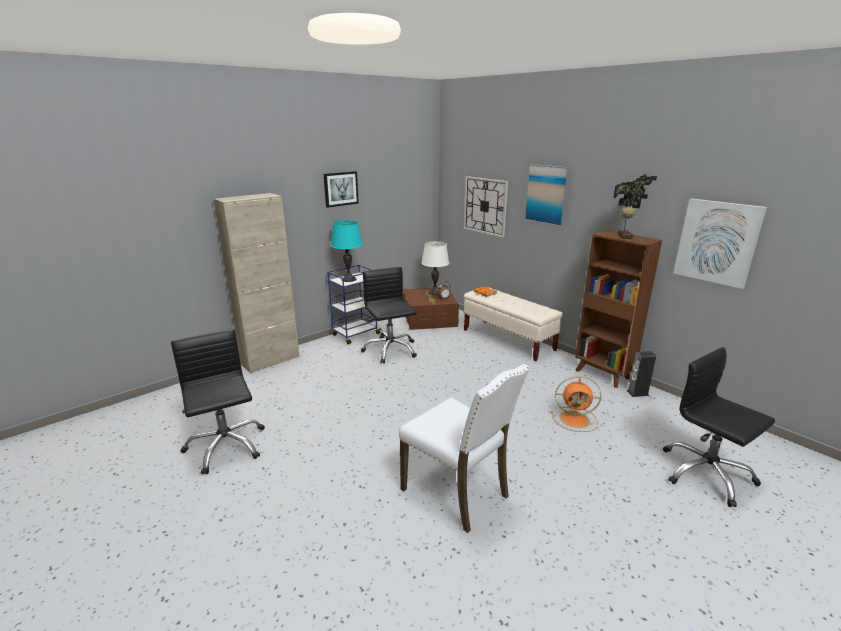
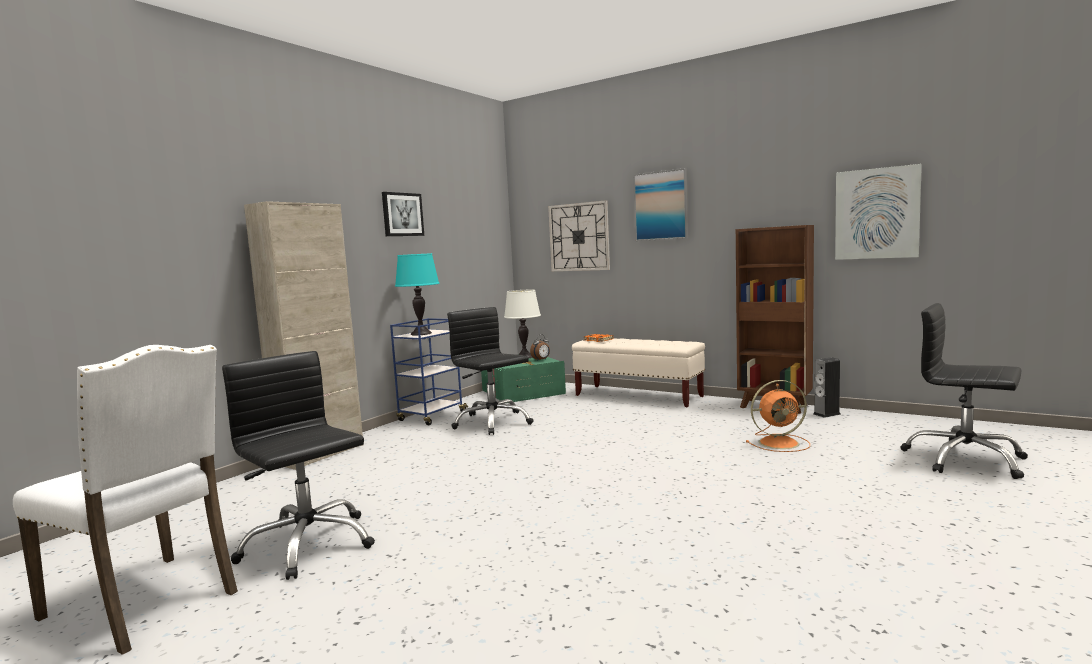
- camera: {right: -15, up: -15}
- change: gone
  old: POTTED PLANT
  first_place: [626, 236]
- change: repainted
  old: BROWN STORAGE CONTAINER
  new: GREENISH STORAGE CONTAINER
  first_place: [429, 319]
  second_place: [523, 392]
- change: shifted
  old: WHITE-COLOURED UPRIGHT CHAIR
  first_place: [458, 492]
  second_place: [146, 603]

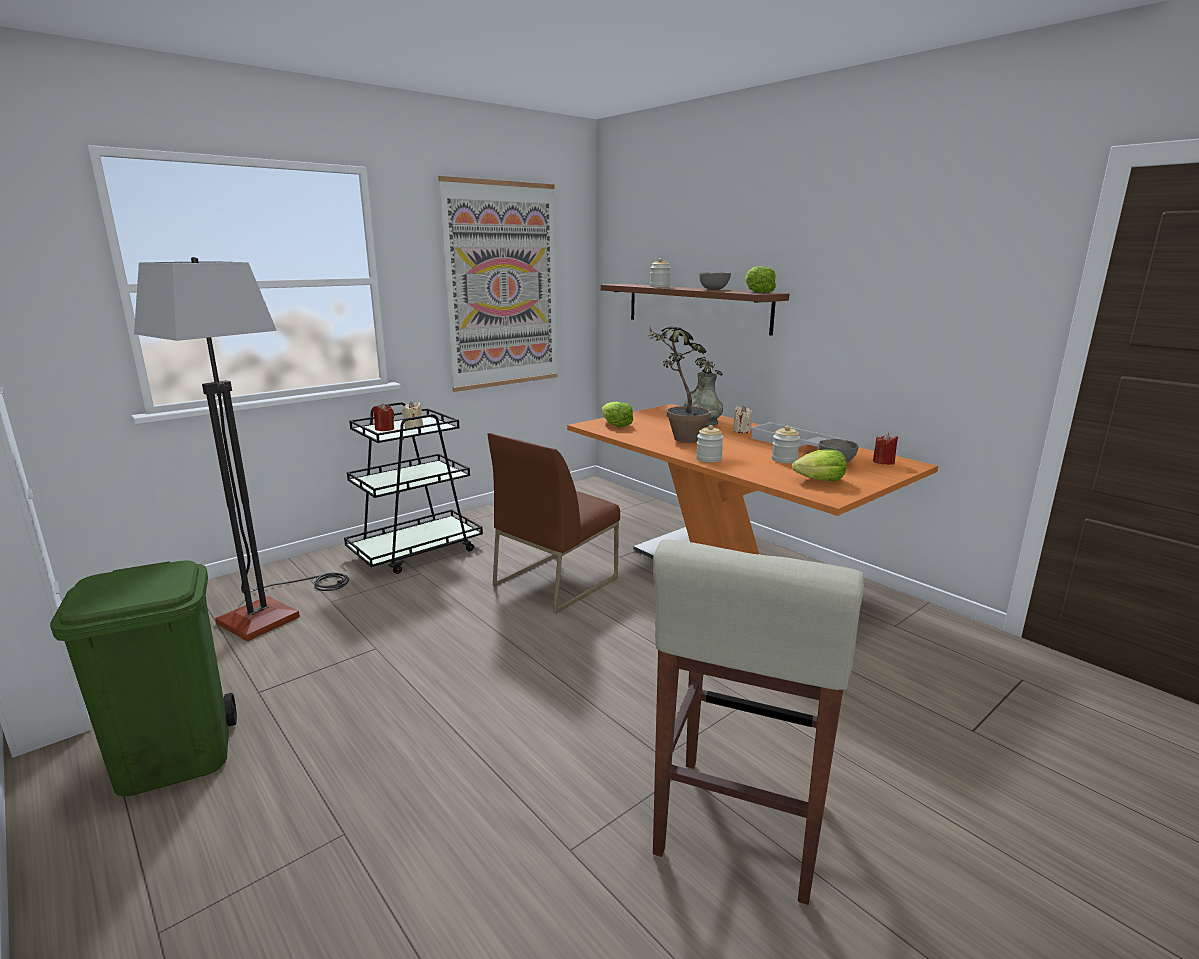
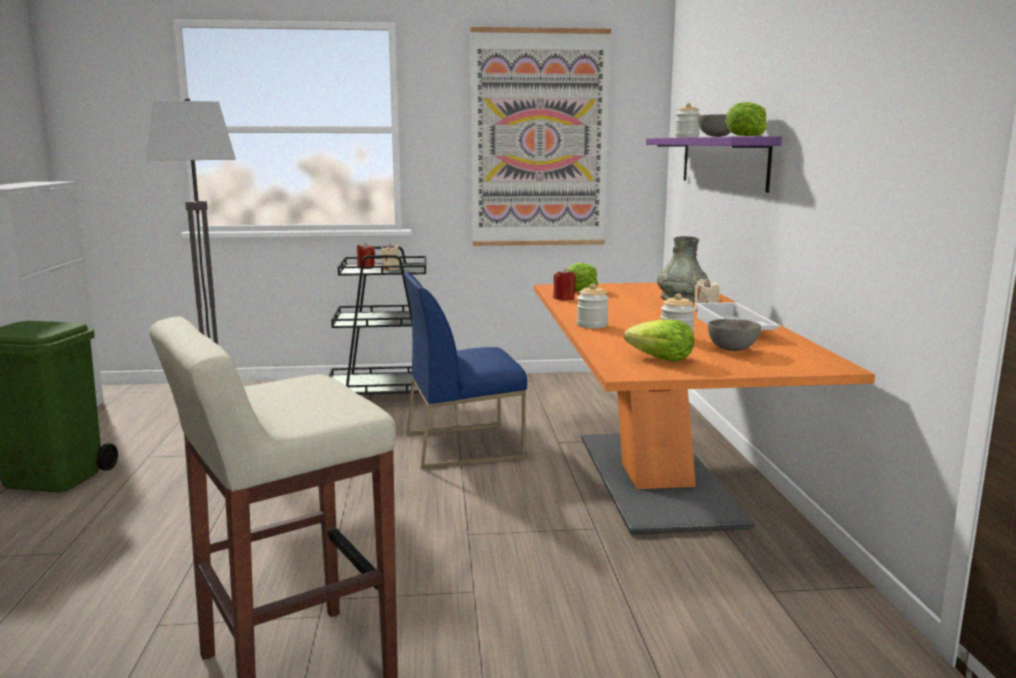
- camera: {right: 35, up: -5}
- change: repainted
  old: BROWN SHELF
  new: PURPLE-COLOURED SHELF
  first_place: [696, 307]
  second_place: [722, 161]
- change: gone
  old: POTTED PLANT
  first_place: [679, 437]
- change: repainted
  old: BROWN UPRIGHT CHAIR
  new: BLUE-COLOURED UPRIGHT CHAIR
  first_place: [556, 581]
  second_place: [464, 445]
- change: shifted
  old: RED-COLOURED WAX LIGHT
  first_place: [883, 462]
  second_place: [564, 299]

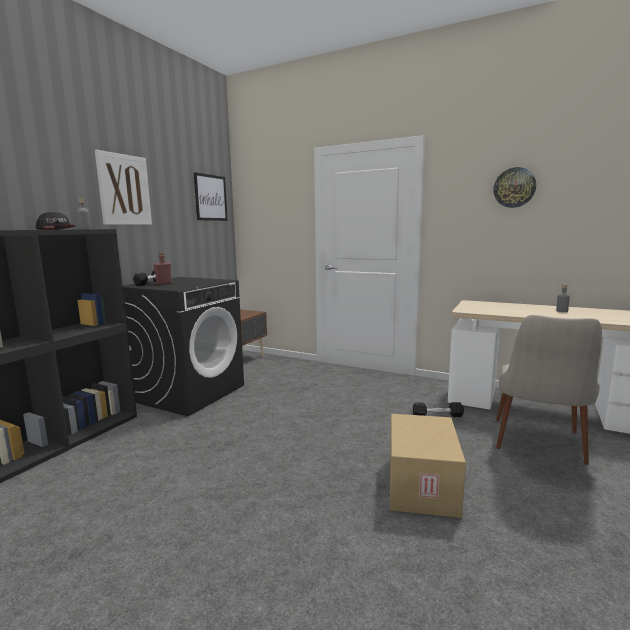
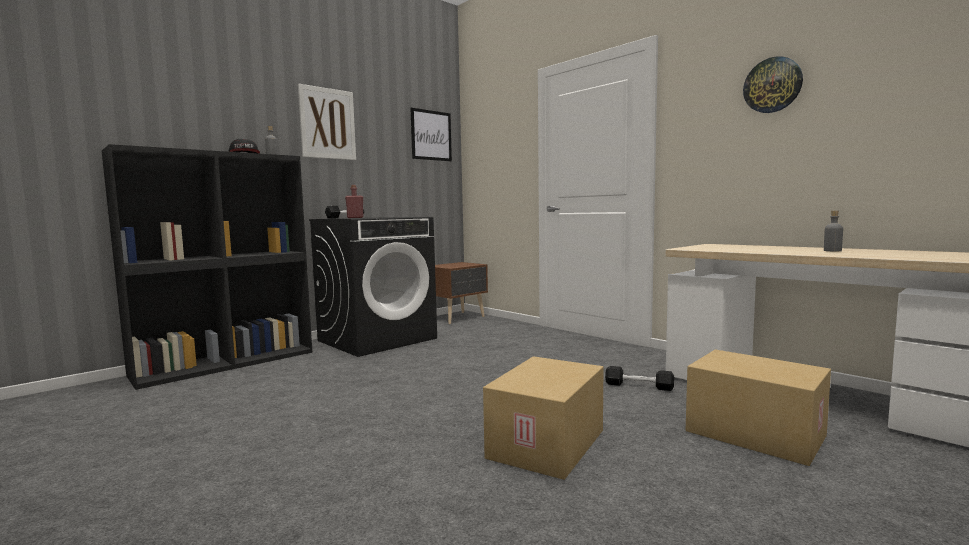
- camera: {right: 20, up: -5}
- change: swapped
  old: BEIGE UPRIGHT CHAIR
  new: PACKING BOX
  first_place: [539, 448]
  second_place: [753, 434]

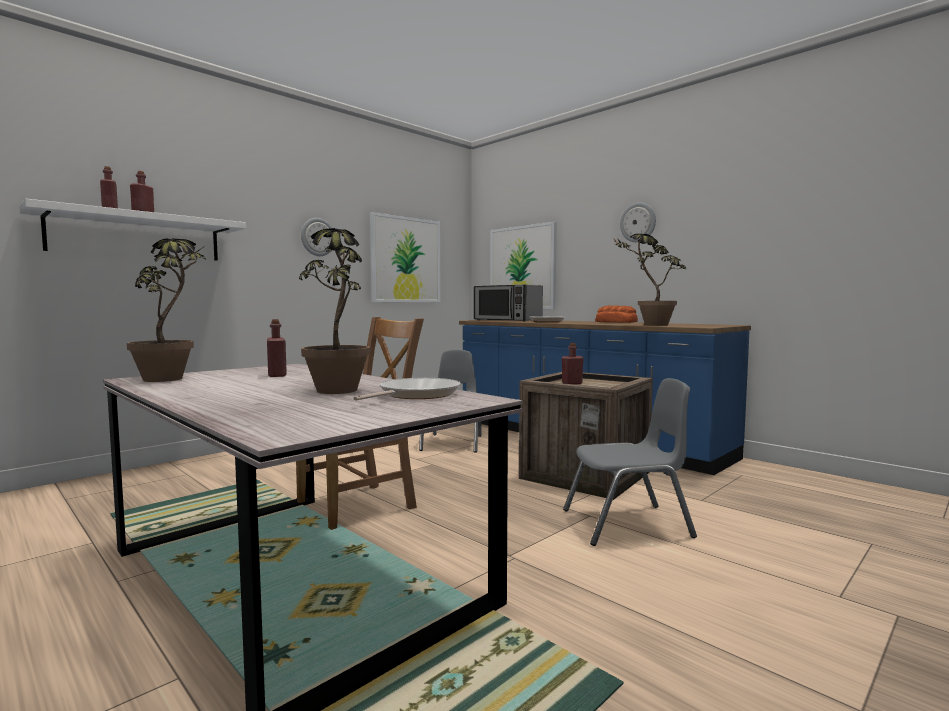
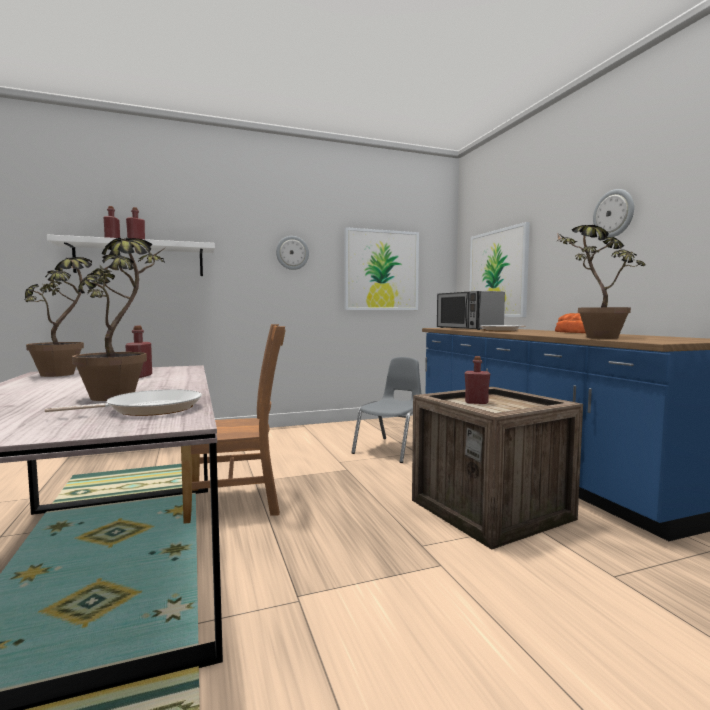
- camera: {right: 25, up: 0}
- change: gone
  old: GRAY UPRIGHT CHAIR
  first_place: [627, 524]

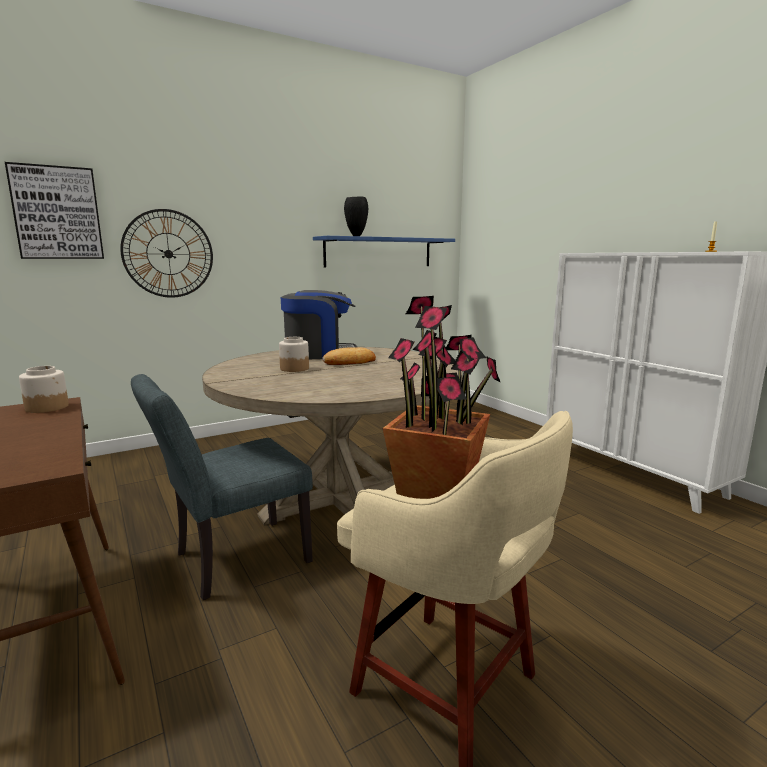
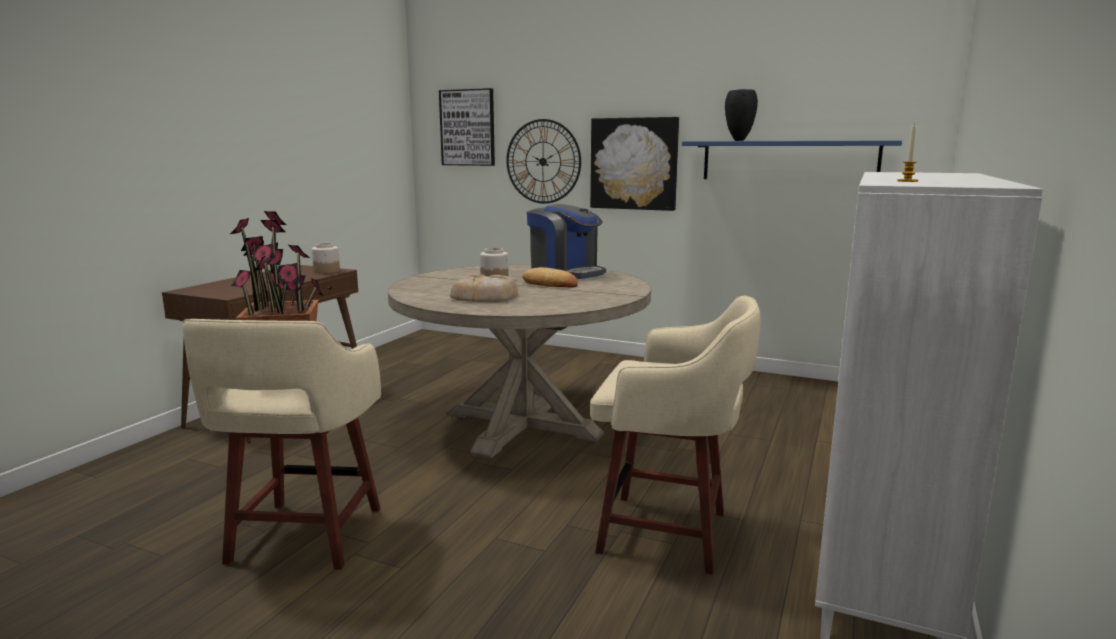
- camera: {right: 55, up: 0}
- change: gone
  old: GRAY UPRIGHT CHAIR
  first_place: [232, 560]
- change: new
  new: WALL PICTURE
  second_place: [634, 164]
- change: new
  new: BAKERY BREAD
  second_place: [486, 296]
- change: new
  new: BEIGE SITTING STOOL
  second_place: [669, 533]

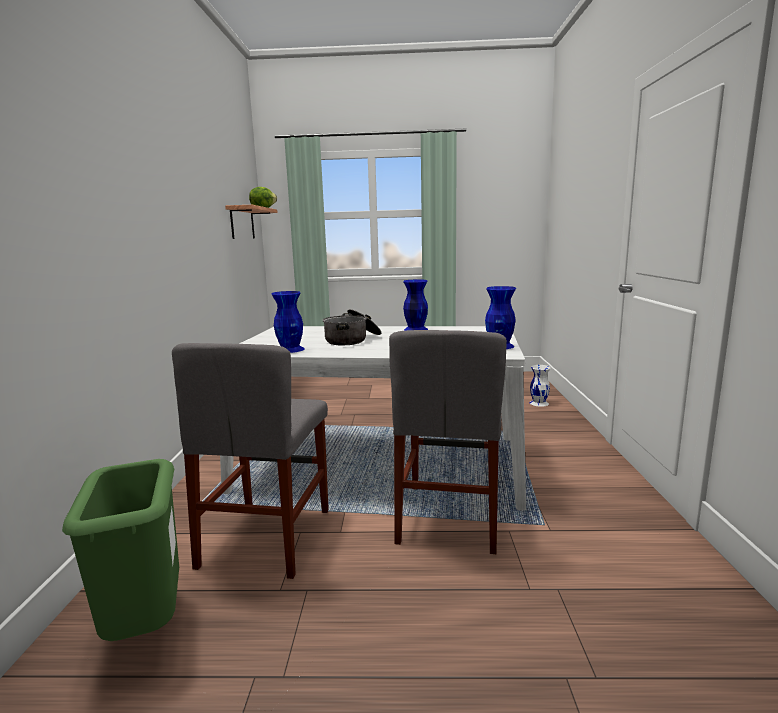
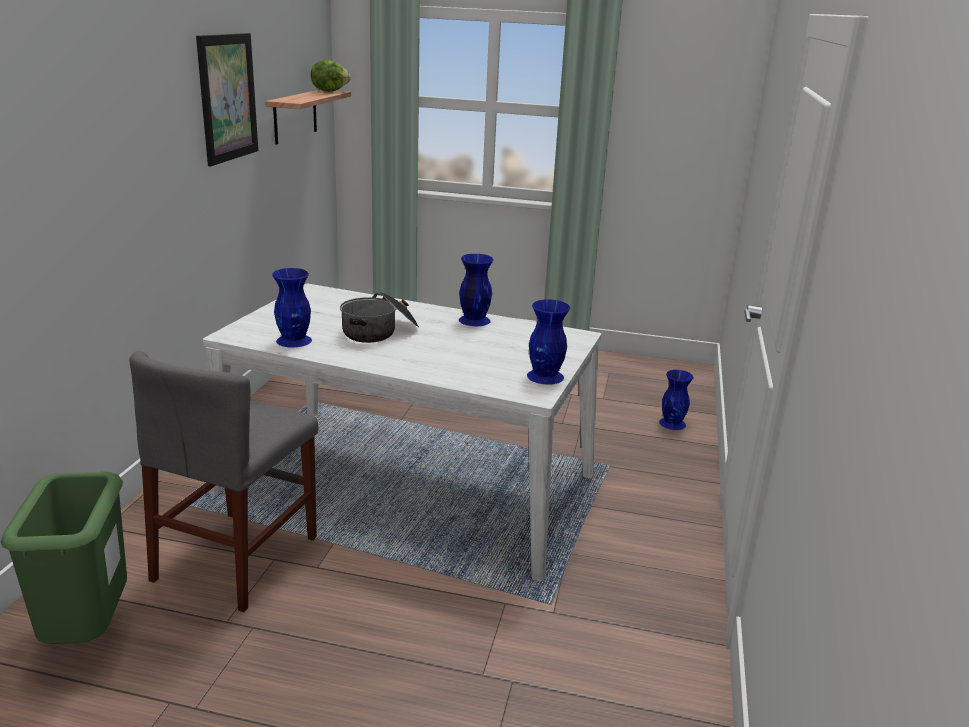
- camera: {right: 10, up: 10}
- change: gone
  old: GRAY UPRIGHT CHAIR
  first_place: [449, 516]
- change: repainted
  old: WHITE-COLOURED FLOWER VASE
  new: BLUE-COLOURED FLOWER VASE
  first_place: [539, 403]
  second_place: [672, 423]
- change: new
  new: WALL PICTURE
  second_place: [228, 97]

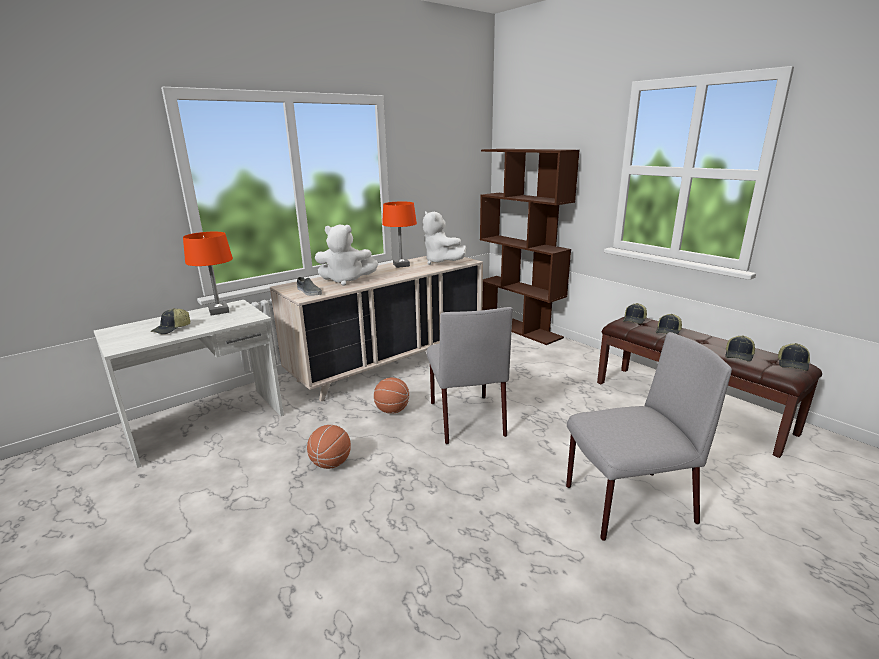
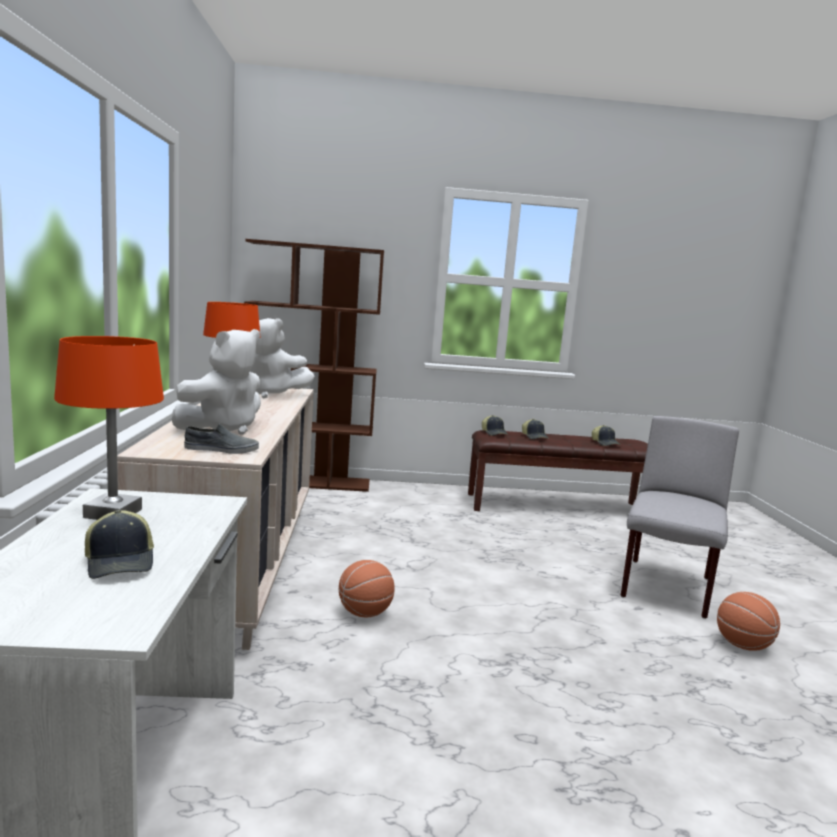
- camera: {right: -55, up: -10}
- change: gone
  old: GRAY UPRIGHT CHAIR
  first_place: [466, 418]
- change: gone
  old: BASEBALL CAP
  first_place: [793, 364]
- change: shifted
  old: BALL FOR BASKETBALL
  first_place: [331, 463]
  second_place: [742, 645]

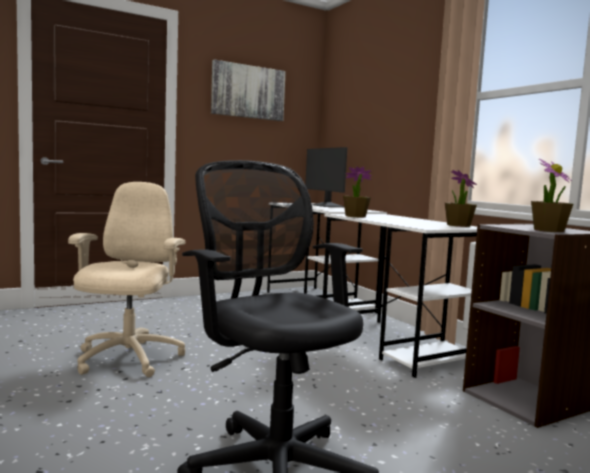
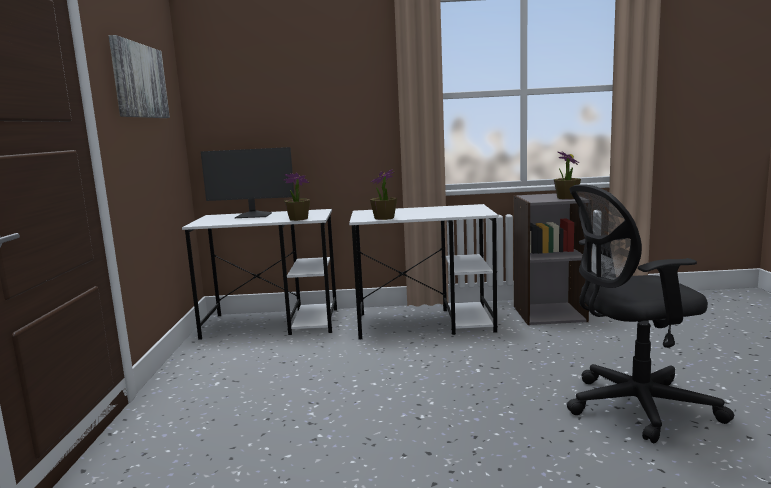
- camera: {right: -60, up: 5}
- change: shifted
  old: POTTED PLANT
  first_place: [458, 225]
  second_place: [298, 219]
- change: gone
  old: BEIGE DESK CHAIR
  first_place: [128, 359]

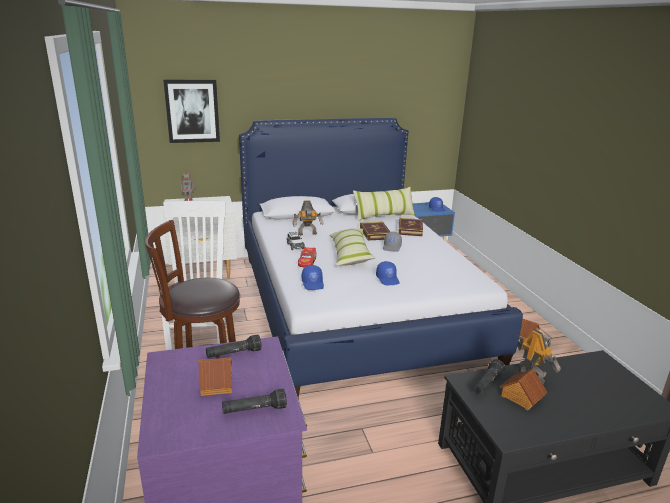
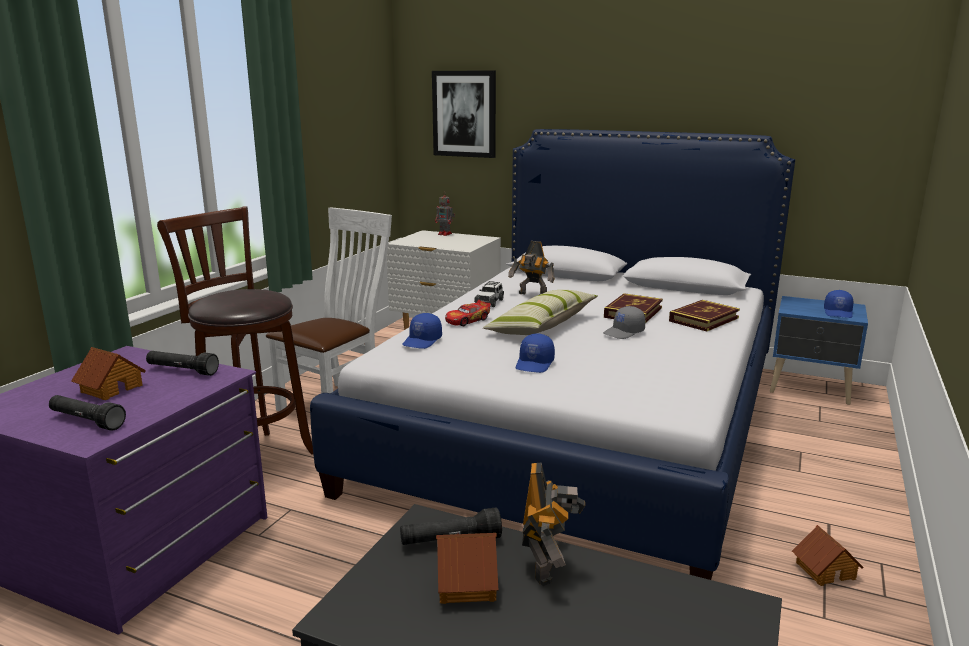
- camera: {right: 40, up: -5}
- change: gone
  old: CUSHION
  first_place: [384, 216]

